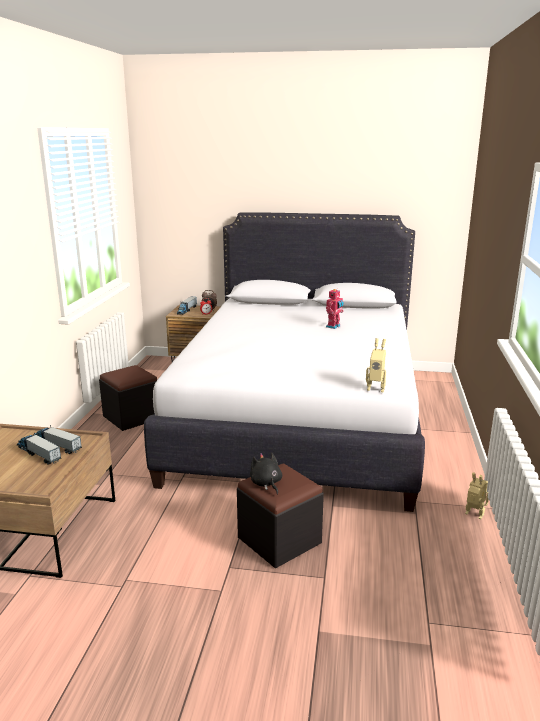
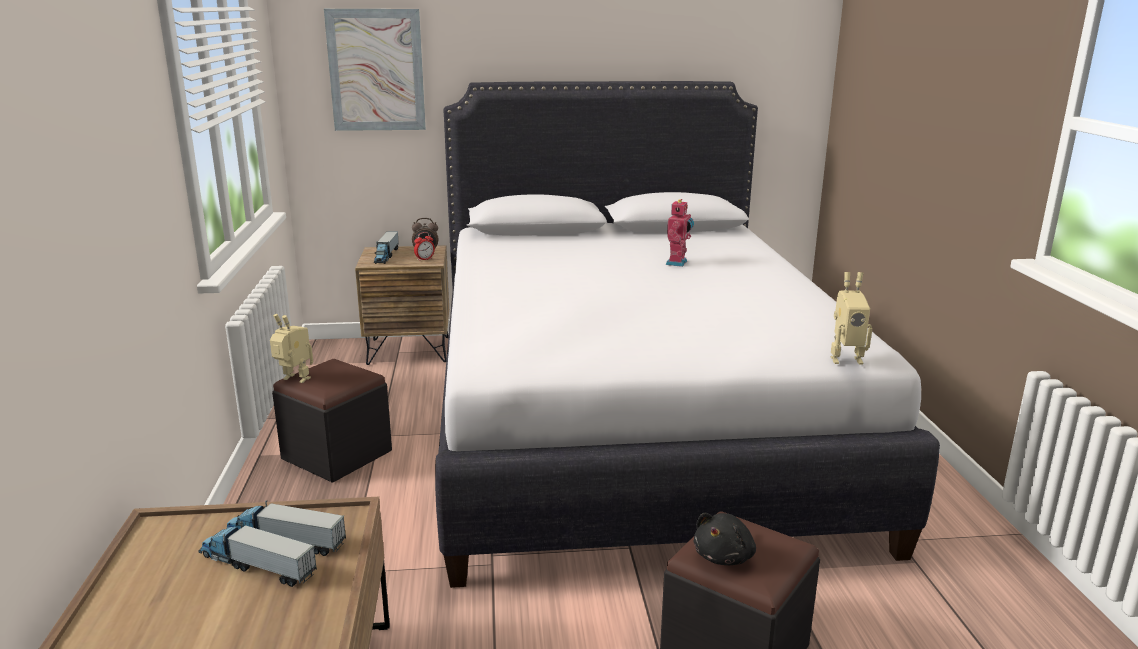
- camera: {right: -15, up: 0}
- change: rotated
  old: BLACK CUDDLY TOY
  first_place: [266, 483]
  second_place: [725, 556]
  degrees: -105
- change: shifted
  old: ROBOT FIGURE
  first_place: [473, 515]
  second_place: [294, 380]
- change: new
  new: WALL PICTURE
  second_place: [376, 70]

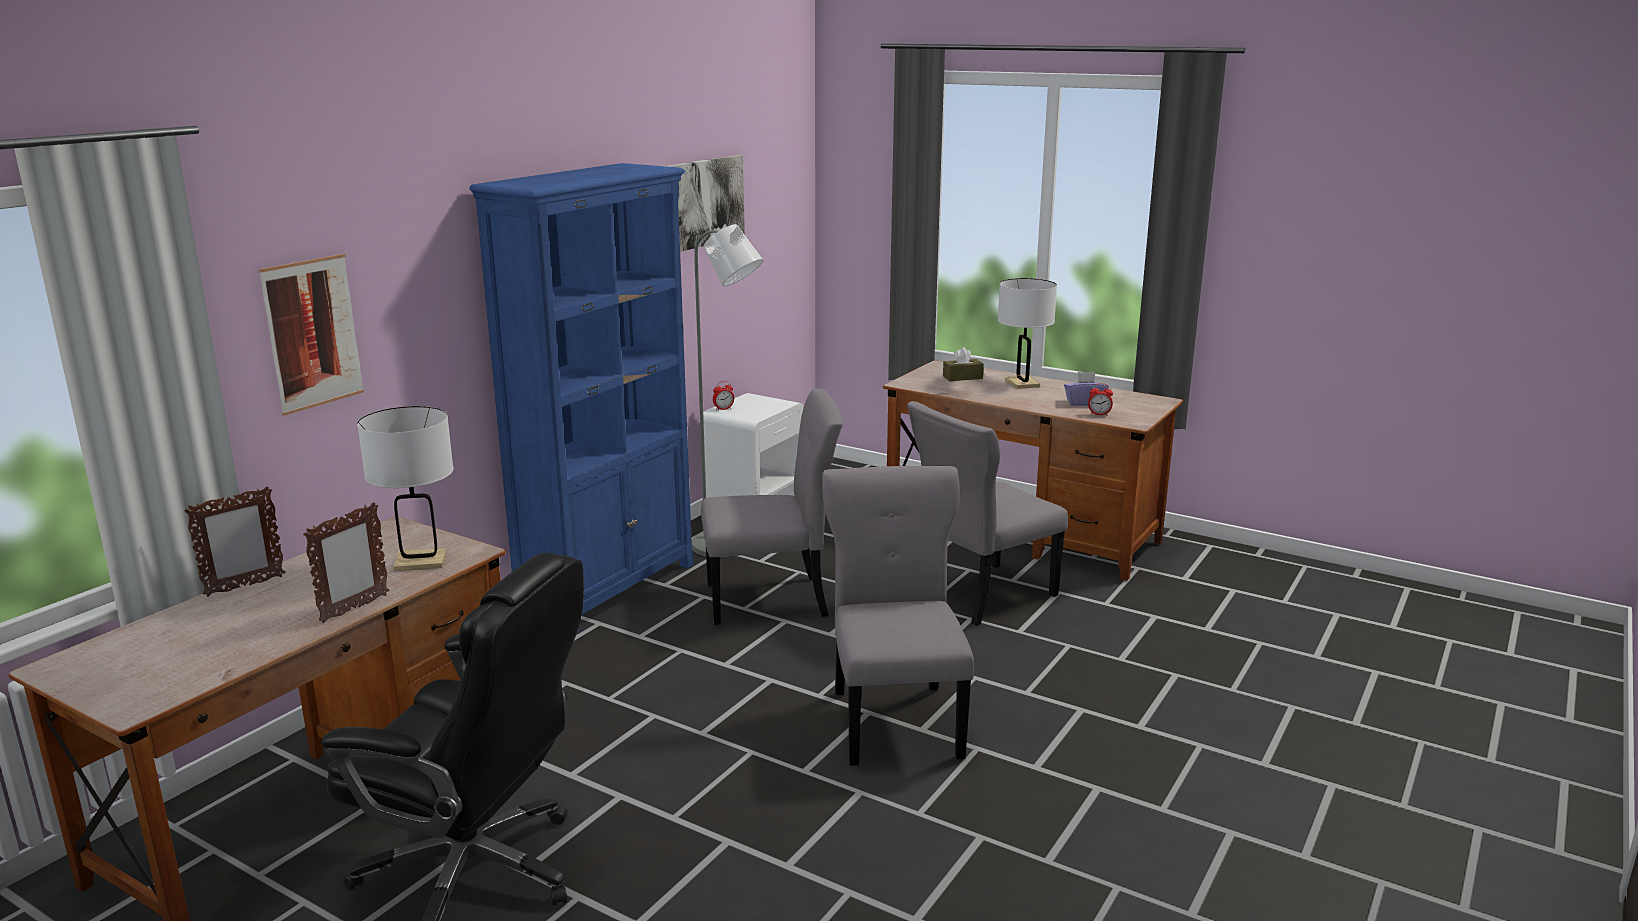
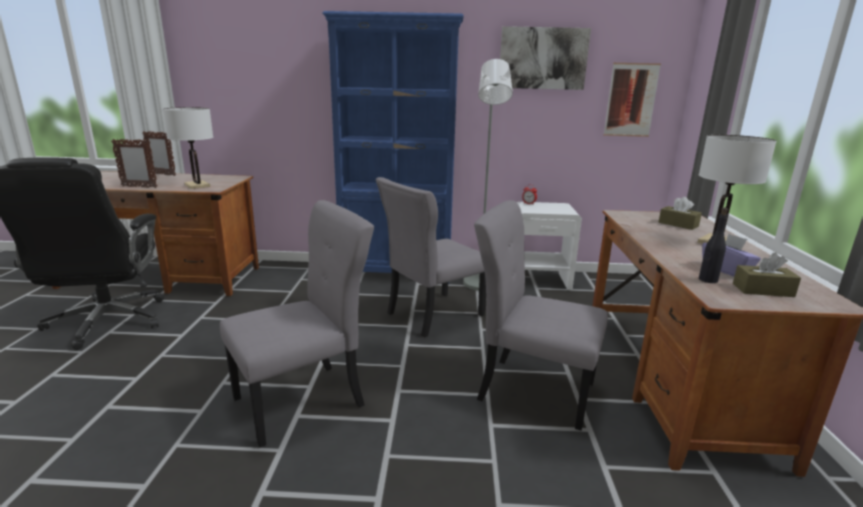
- camera: {right: 60, up: 0}
- change: shifted
  old: WALL PICTURE
  first_place: [312, 333]
  second_place: [631, 100]
- change: swapped
  old: BEDSIDE CLOCK
  new: BLACK DRINK BOTTLE
  first_place: [1099, 414]
  second_place: [707, 280]
- change: rotated
  old: GRAY UPRIGHT CHAIR
  first_place: [772, 600]
  second_place: [431, 315]
  degrees: 90
- change: new
  new: BROWN TISSUE HOLDER
  second_place: [763, 290]

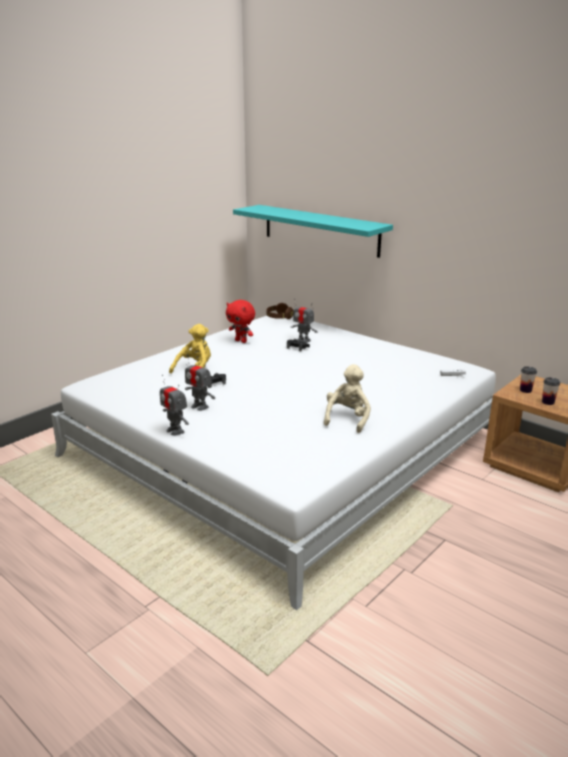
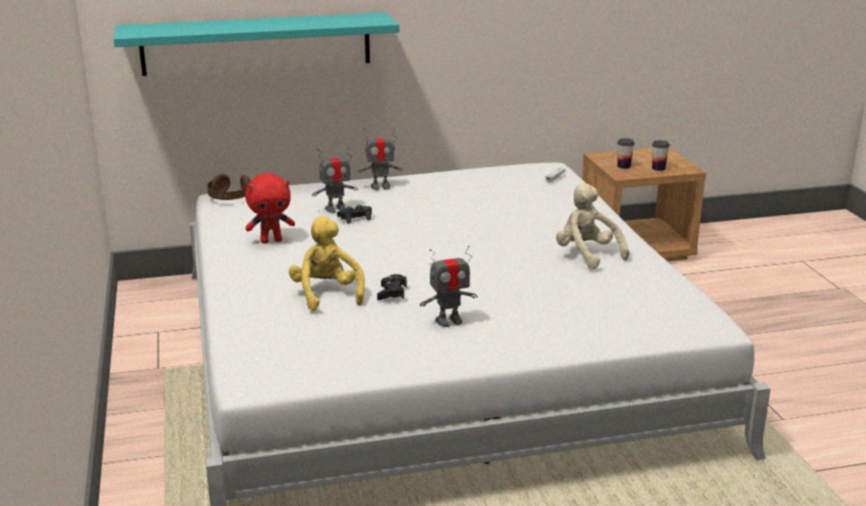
- camera: {right: -55, up: 0}
- change: shifted
  old: ROBOT FIGURE
  first_place: [175, 431]
  second_place: [380, 187]

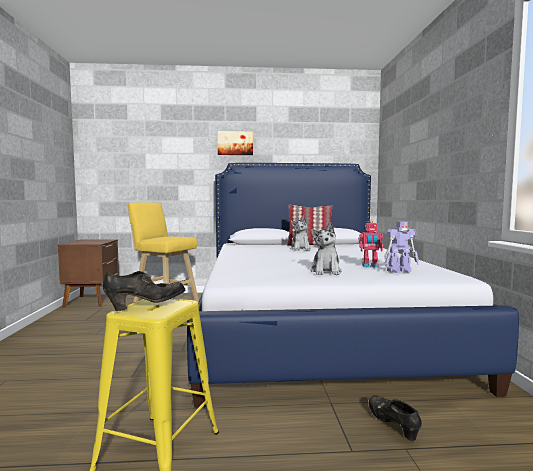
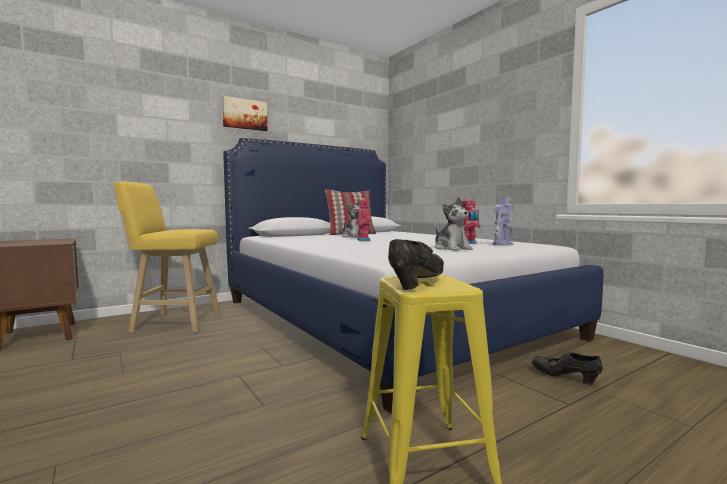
- camera: {right: -30, up: 0}
- change: new
  new: ROBOT FIGURE
  second_place: [362, 240]

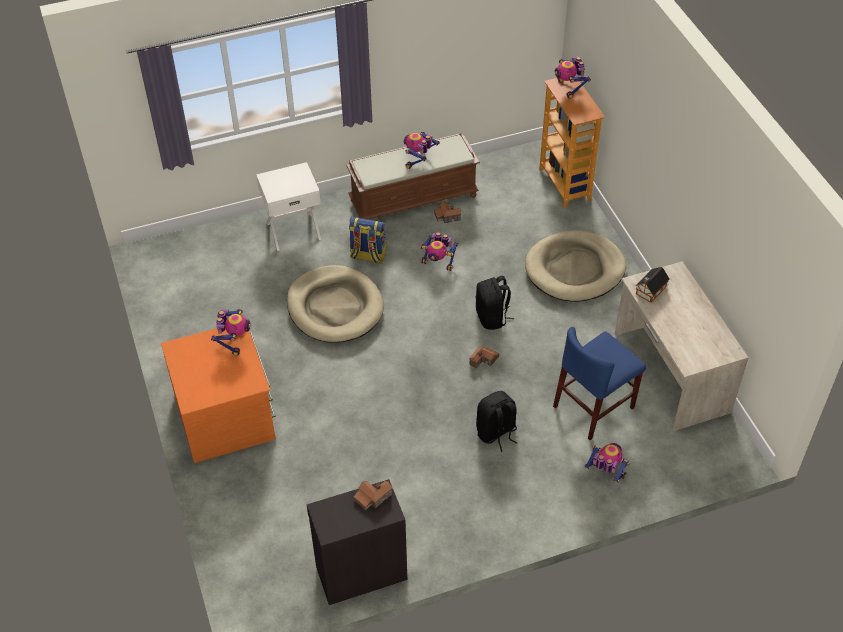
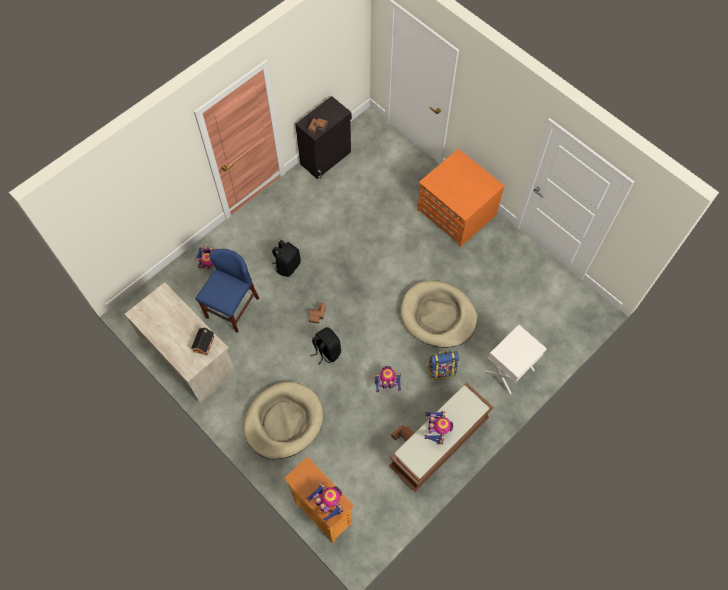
- camera: {right: 155, up: 15}
- change: gone
  old: ROBOT FIGURE
  first_place: [234, 341]

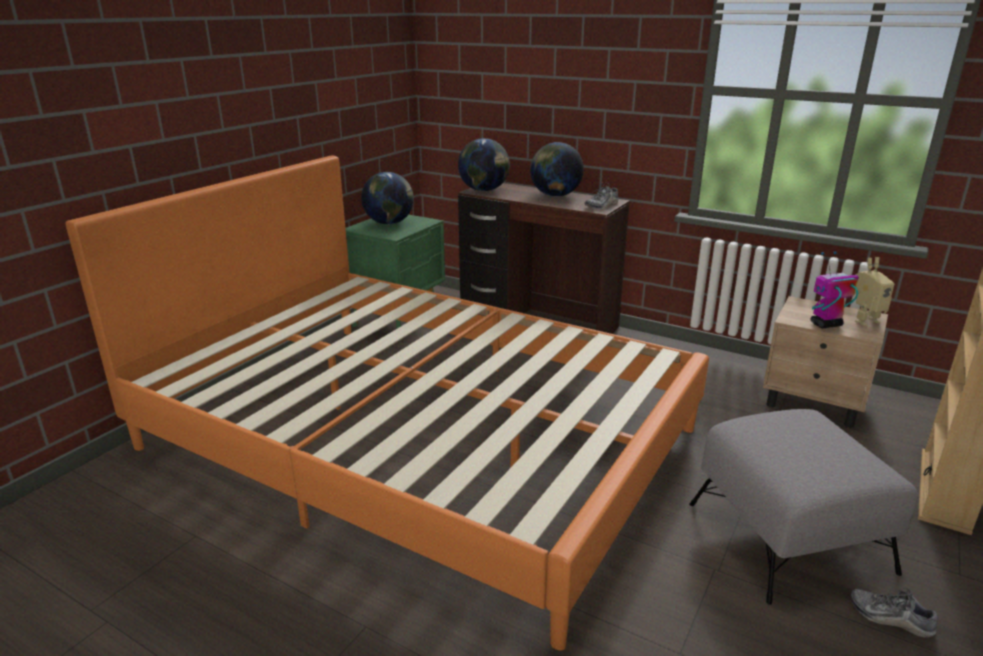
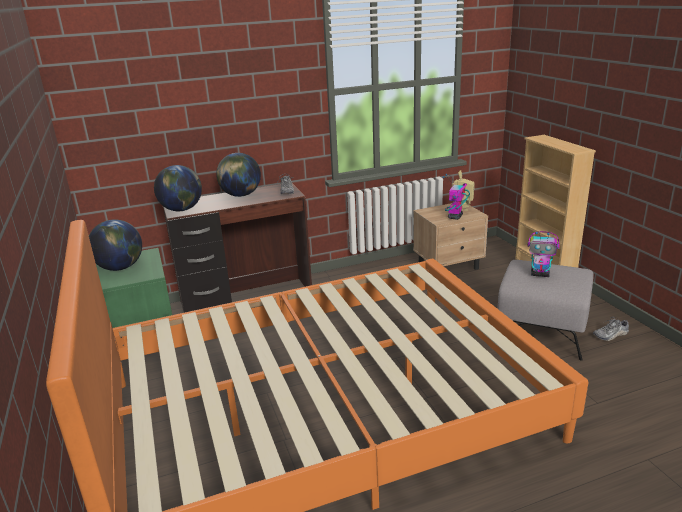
- camera: {right: -50, up: 0}
- change: new
  new: ROBOT FIGURE
  second_place: [540, 274]

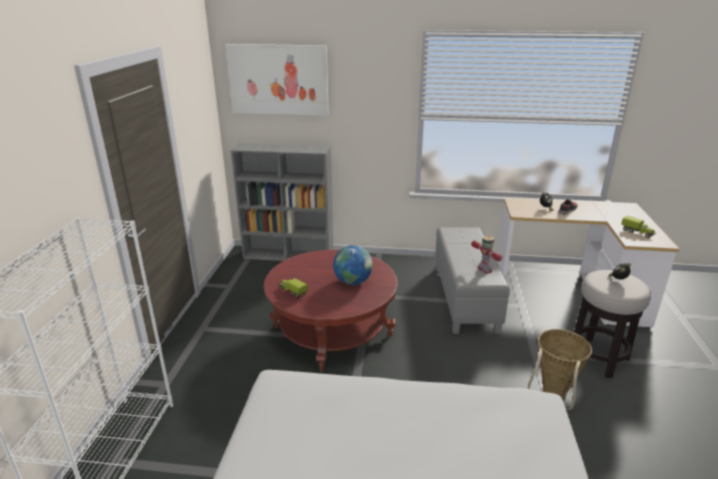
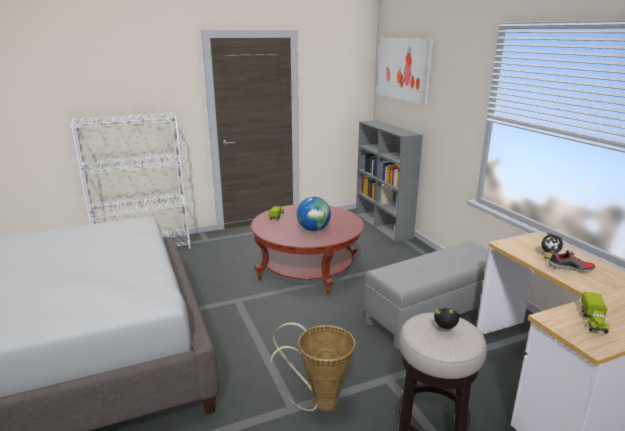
- camera: {right: 60, up: -5}
- change: gone
  old: ROBOT FIGURE
  first_place: [485, 270]

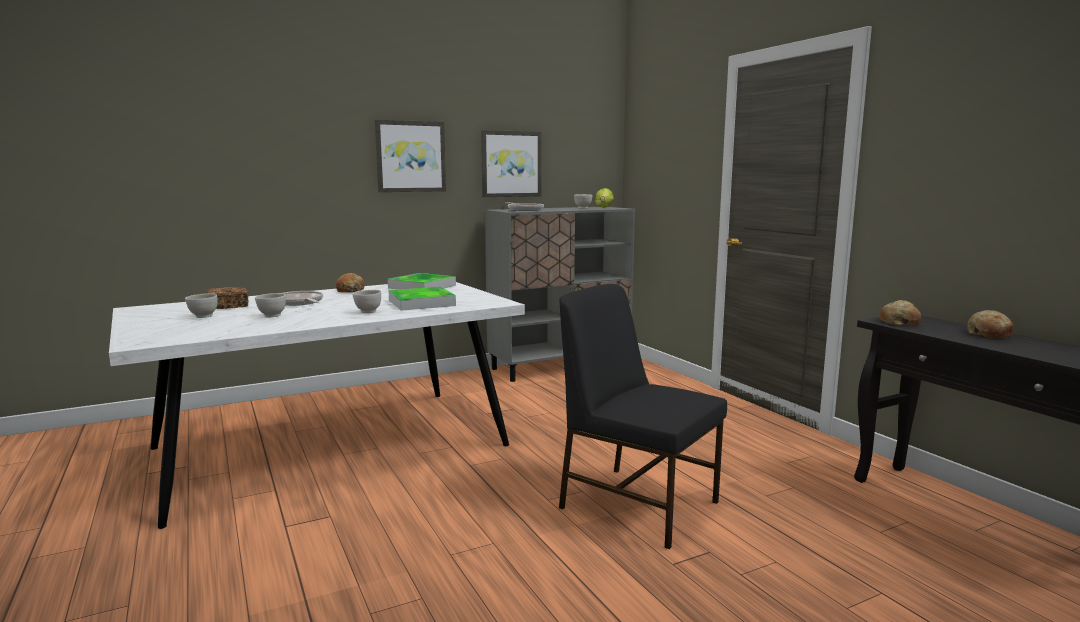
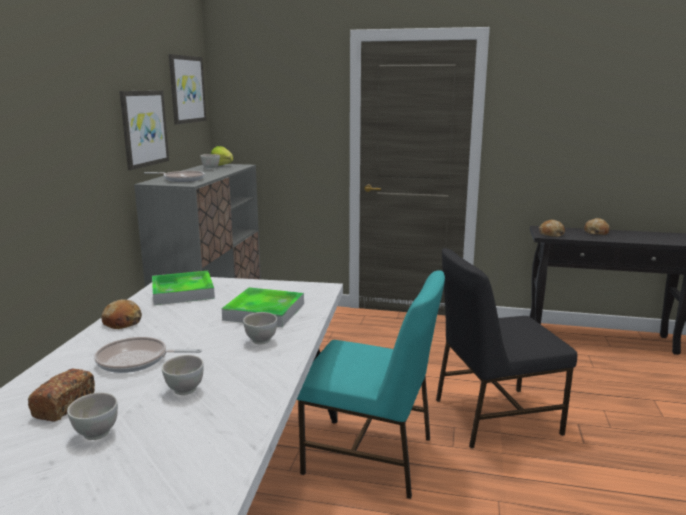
- camera: {right: -50, up: 5}
- change: shifted
  old: WALL PICTURE
  first_place: [410, 156]
  second_place: [186, 89]
- change: new
  new: TURQUOISE UPRIGHT CHAIR
  second_place: [370, 456]

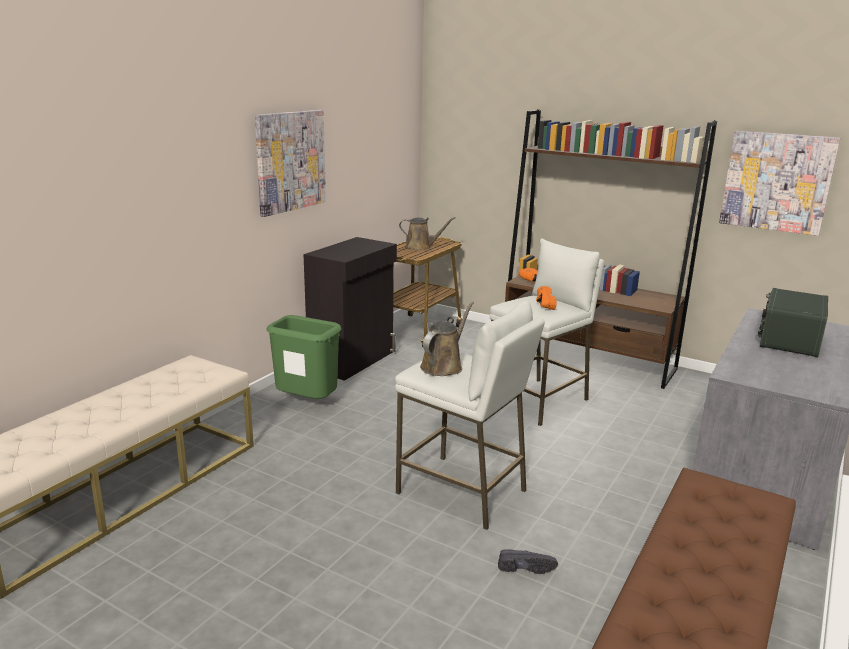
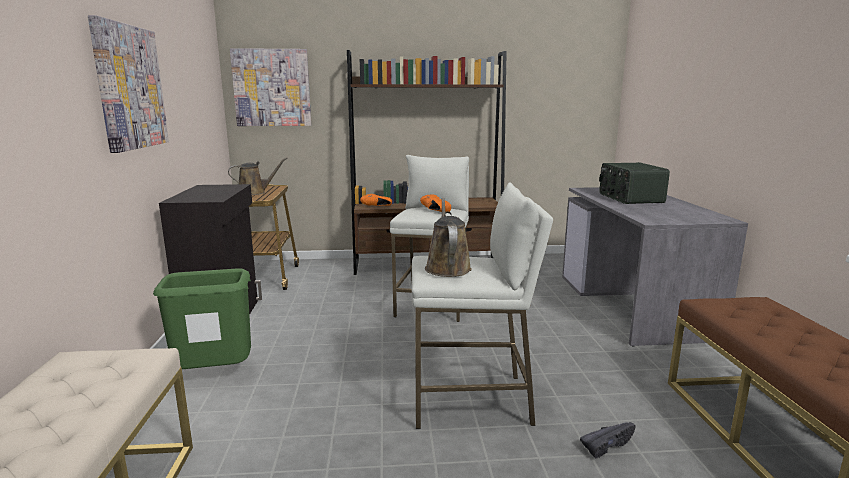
- camera: {right: -35, up: -5}
- change: shifted
  old: WALL PICTURE
  first_place: [777, 182]
  second_place: [272, 88]

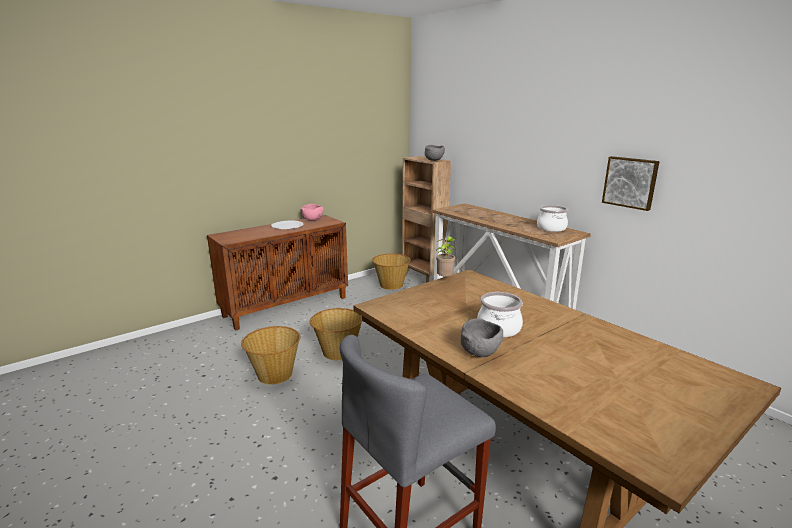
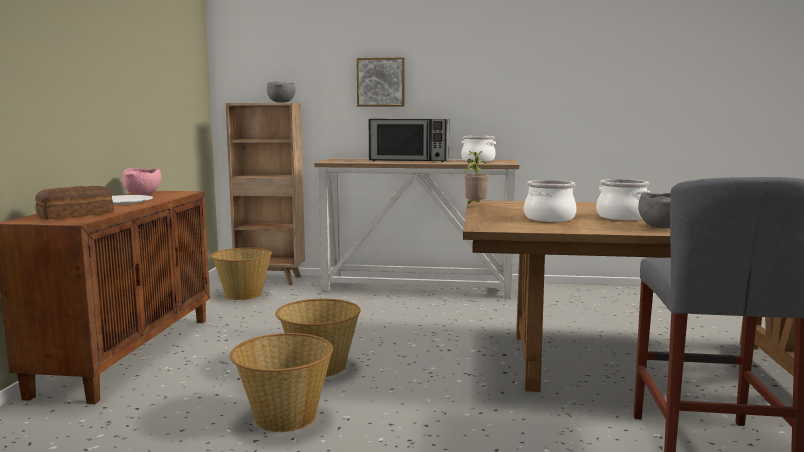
- camera: {right: -45, up: -10}
- change: shifted
  old: WALL PICTURE
  first_place: [630, 182]
  second_place: [381, 82]
- change: new
  new: MICROWAVE
  second_place: [409, 160]
- change: new
  new: STOCKPOT
  second_place: [549, 218]
- change: new
  new: BAKERY BREAD
  second_place: [77, 215]

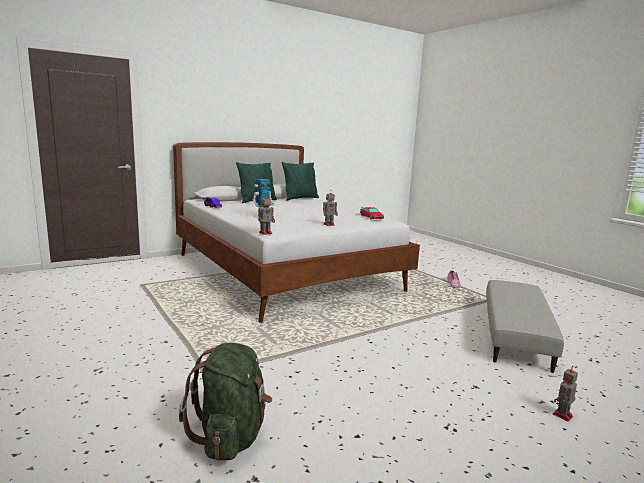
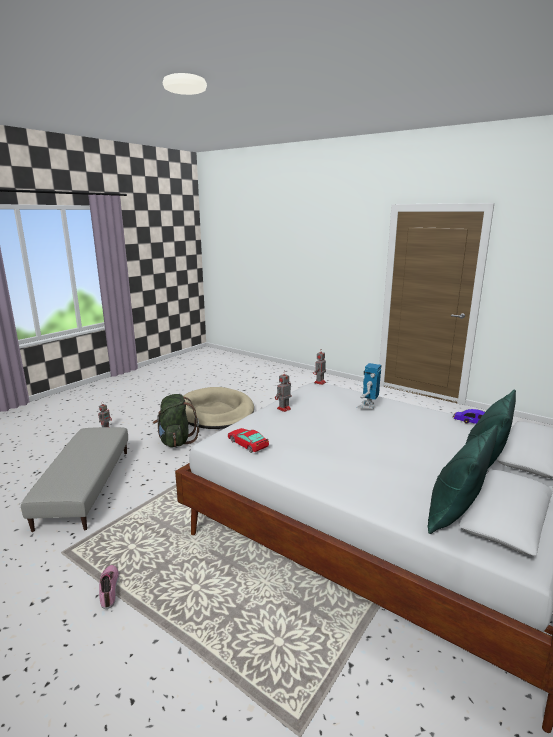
- camera: {right: 160, up: 5}
- change: shifted
  old: GREENISH BACKPACK
  first_place: [231, 436]
  second_place: [176, 441]
- change: new
  new: BEIGE DOG BED
  second_place: [215, 412]

